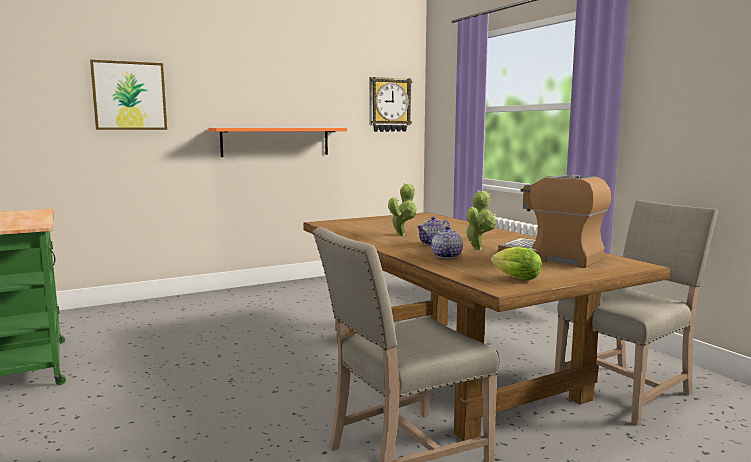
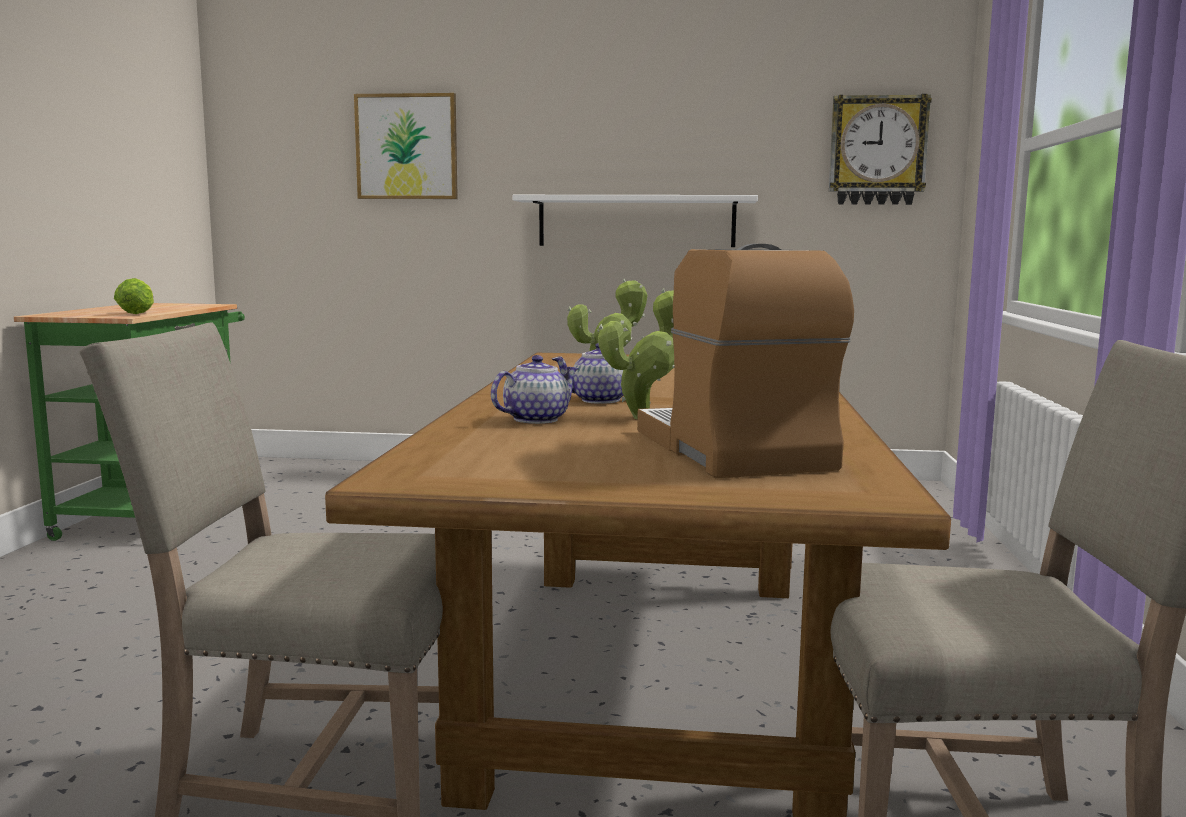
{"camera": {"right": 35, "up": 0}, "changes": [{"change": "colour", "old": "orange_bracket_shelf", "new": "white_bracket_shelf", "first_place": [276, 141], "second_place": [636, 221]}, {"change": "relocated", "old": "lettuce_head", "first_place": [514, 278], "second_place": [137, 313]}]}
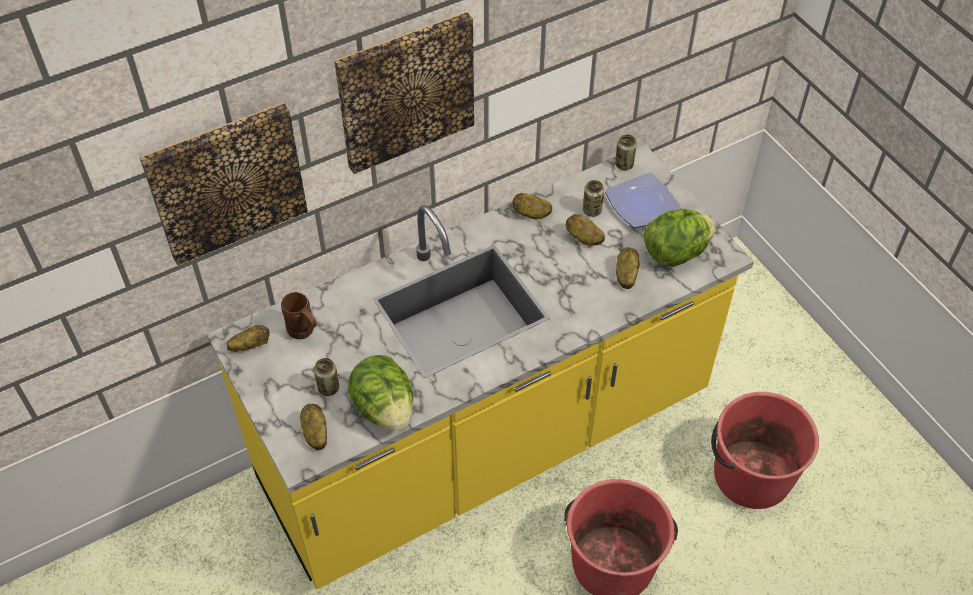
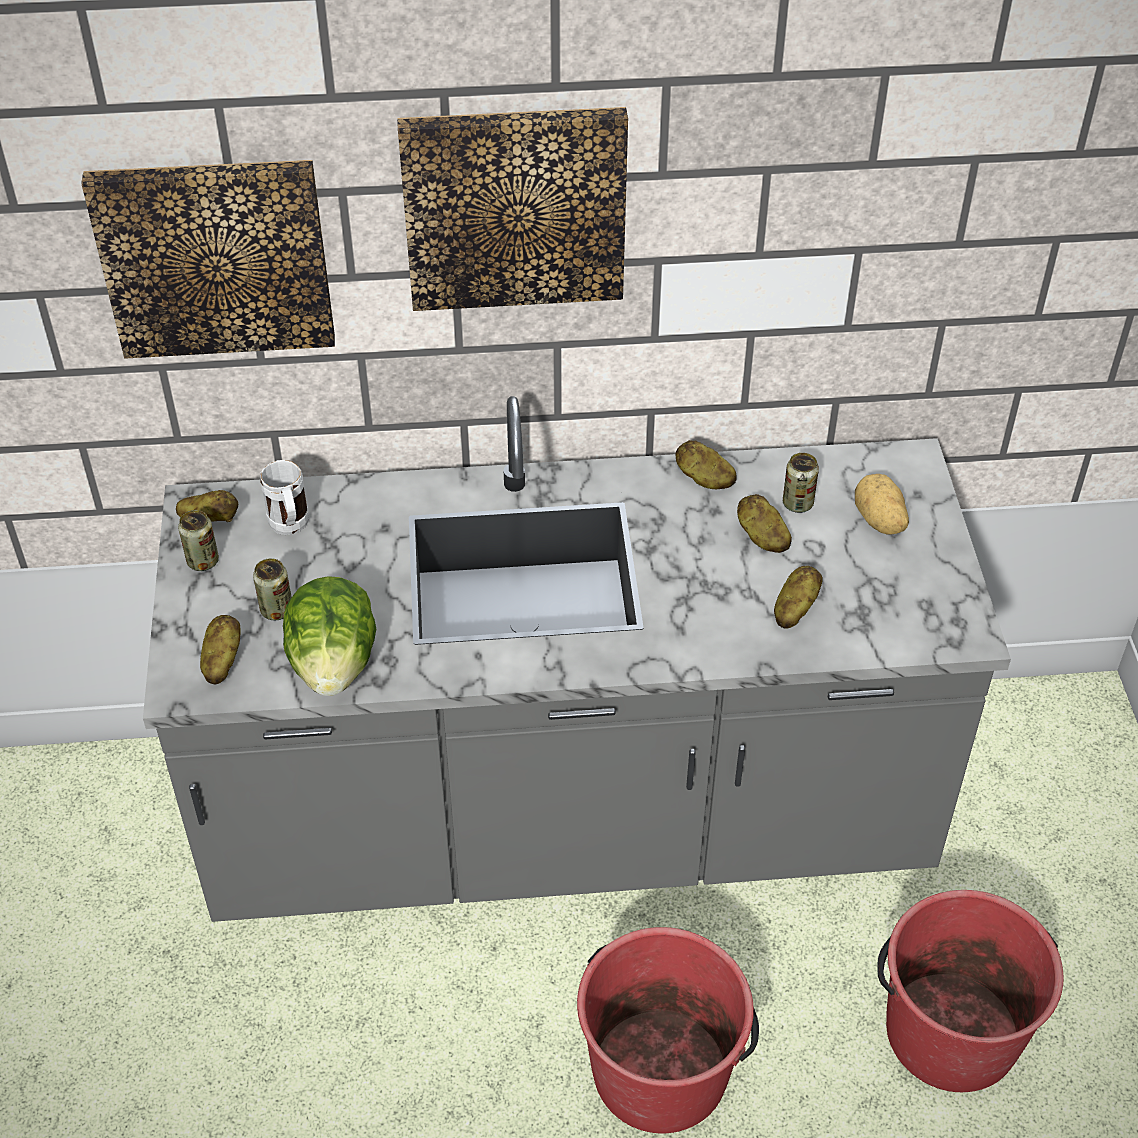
{"camera": {"right": 25, "up": -5}, "changes": [{"change": "colour", "old": "yellowish_kitchen_counter", "new": "gray_kitchen_counter", "first_place": [486, 441], "second_place": [569, 823]}, {"change": "colour", "old": "brownish_mug", "new": "white_mug", "first_place": [304, 333], "second_place": [290, 528]}, {"change": "exchanged", "old": "flat_dish", "new": "potato", "first_place": [641, 205], "second_place": [878, 521]}, {"change": "relocated", "old": "metal_can", "first_place": [624, 165], "second_place": [203, 561]}, {"change": "missing", "old": "lettuce_head", "first_place": [675, 252]}]}
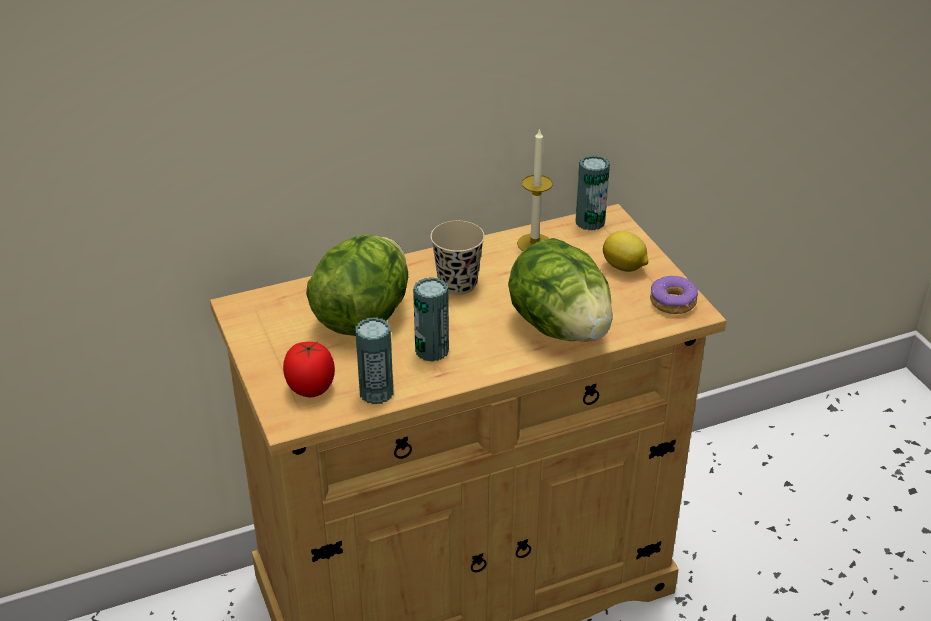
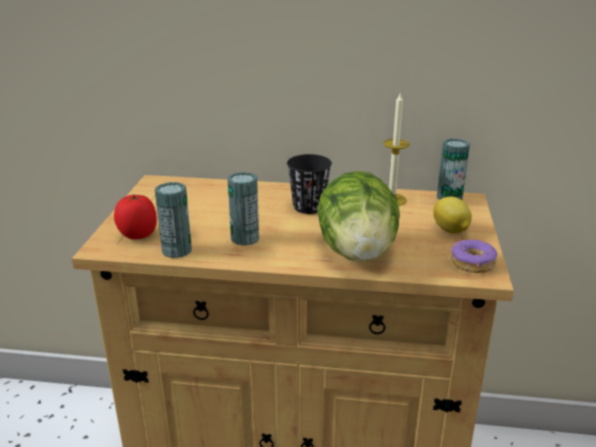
{"camera": {"right": 30, "up": -10}, "changes": [{"change": "missing", "old": "lettuce_head", "first_place": [363, 316]}, {"change": "colour", "old": "beige_small_cup", "new": "blackish_small_cup", "first_place": [457, 284], "second_place": [308, 207]}]}
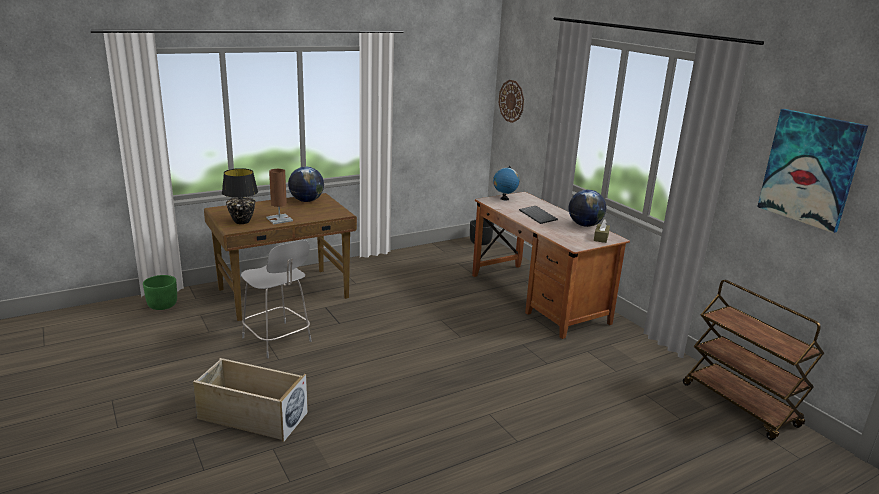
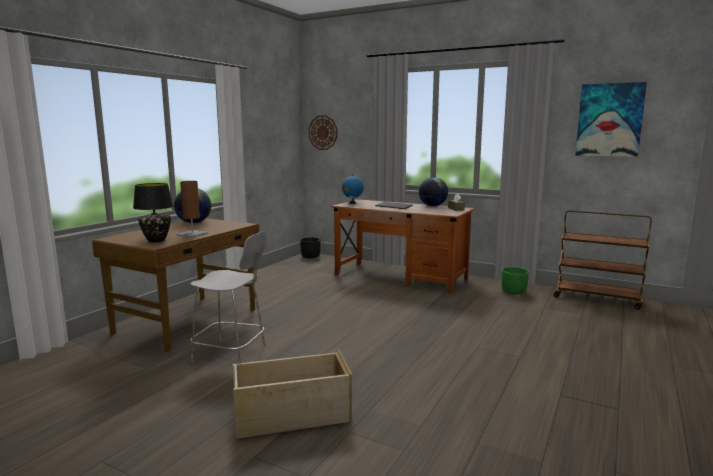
{"camera": {"right": -30, "up": -10}, "changes": [{"change": "relocated", "old": "green_planter", "first_place": [163, 305], "second_place": [513, 292]}]}
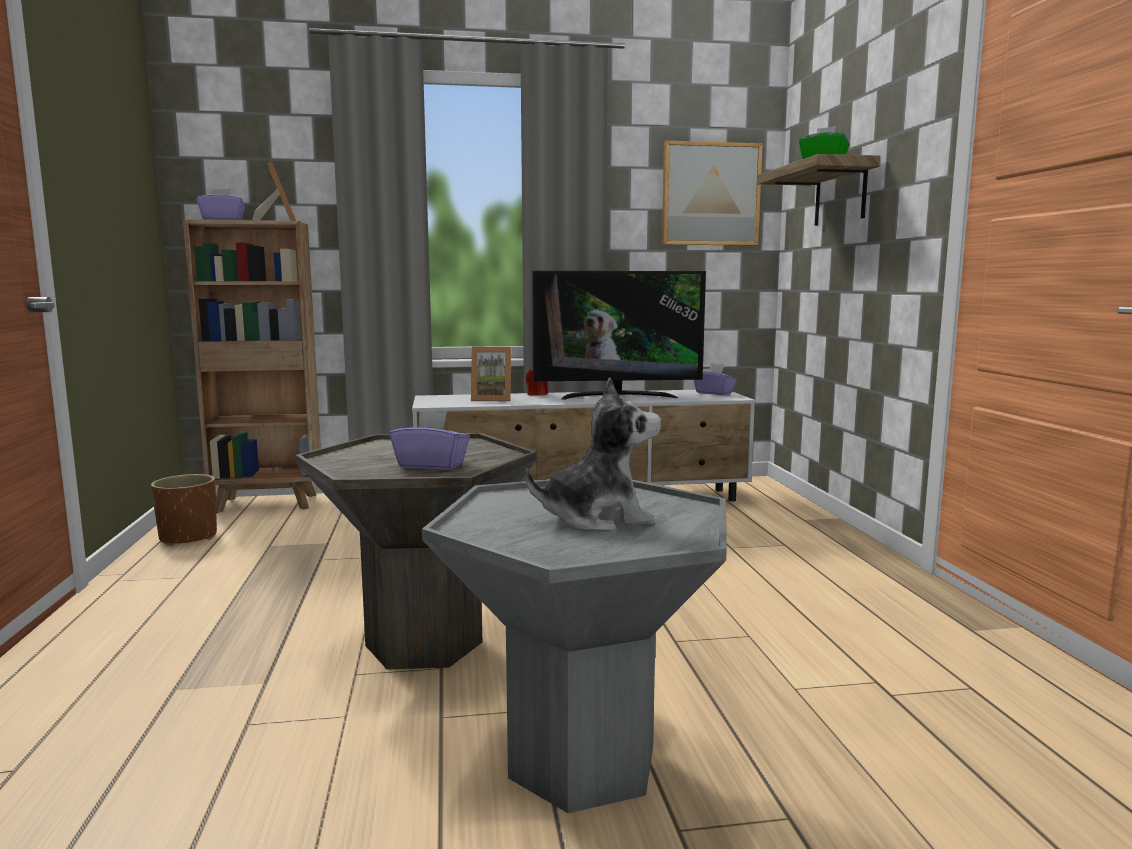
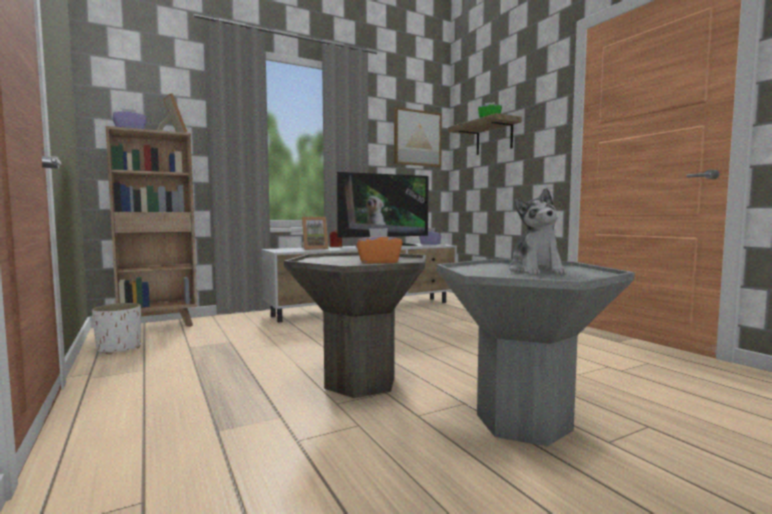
{"camera": {"right": -20, "up": -5}, "changes": [{"change": "colour", "old": "brownish_planter", "new": "white_planter", "first_place": [189, 537], "second_place": [119, 348]}, {"change": "colour", "old": "purple-coloured_tissue_box", "new": "orange_tissue_box", "first_place": [431, 465], "second_place": [378, 262]}, {"change": "spun", "old": "soft_toy", "first_place": [597, 519], "second_place": [535, 271], "degrees": 120}]}
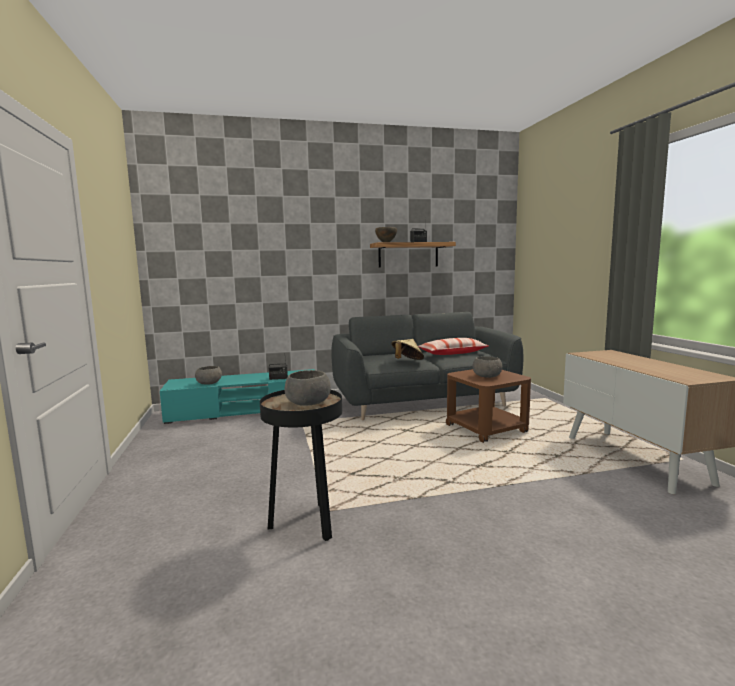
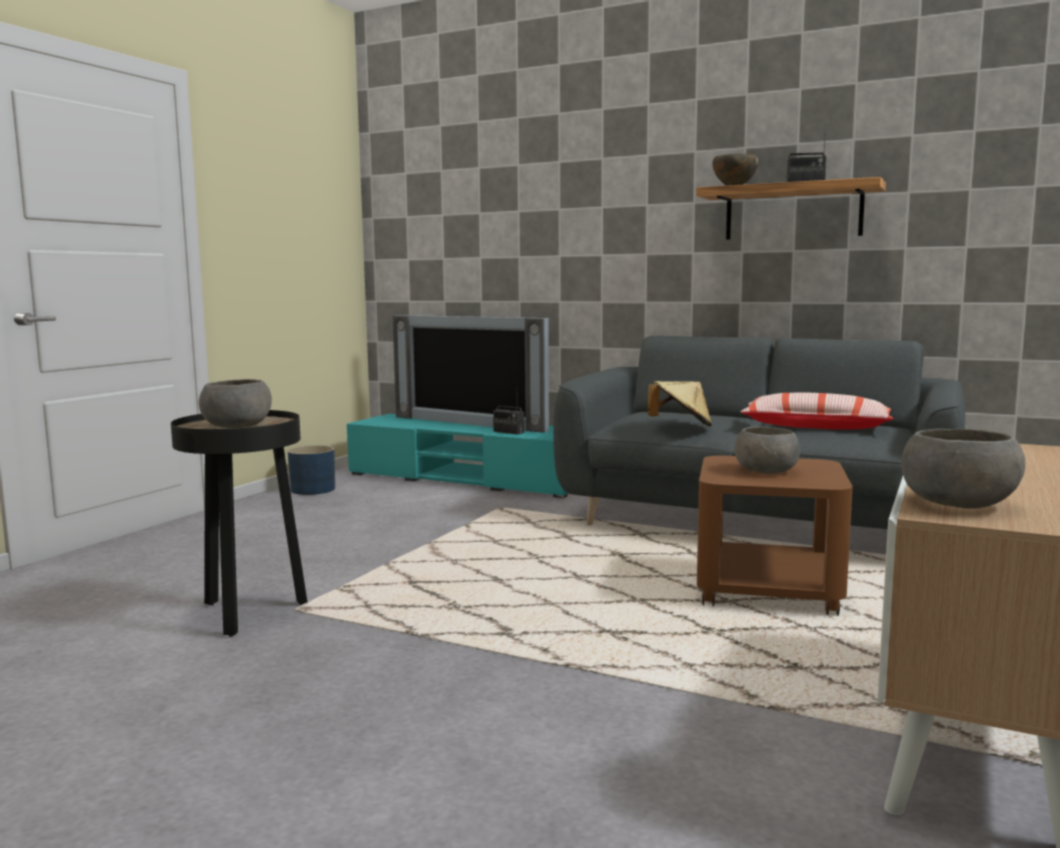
{"camera": {"right": 40, "up": 0}, "changes": [{"change": "relocated", "old": "gray_deep_dish", "first_place": [209, 383], "second_place": [958, 503]}, {"change": "appeared", "new": "blue_planter", "second_place": [313, 489]}, {"change": "appeared", "new": "television", "second_place": [472, 422]}]}
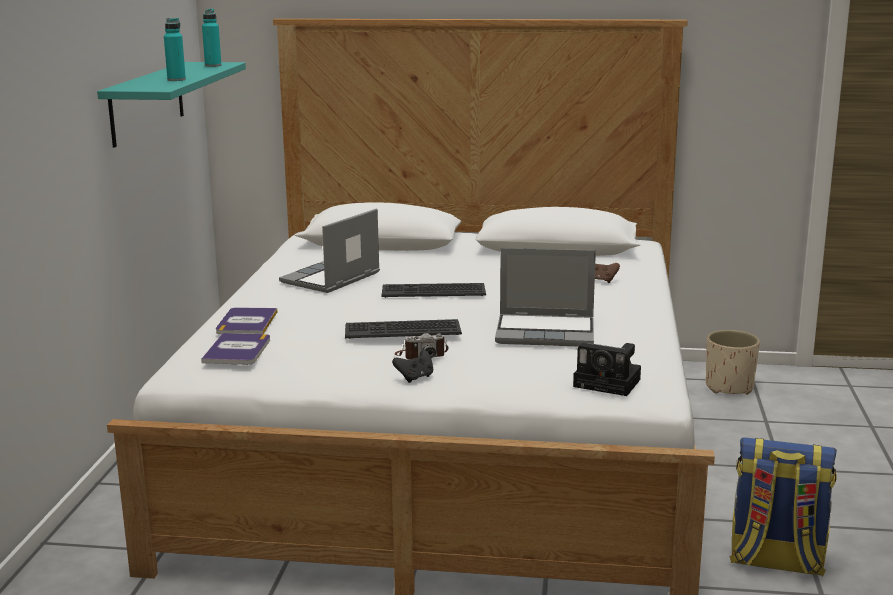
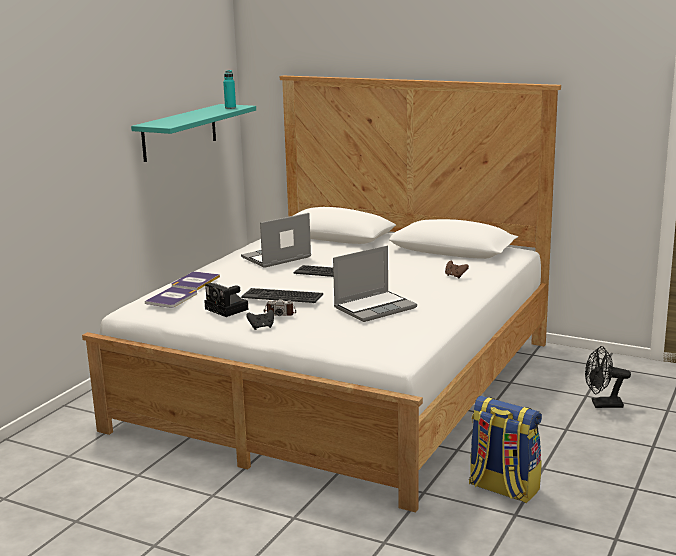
{"camera": {"right": 20, "up": 0}, "changes": [{"change": "missing", "old": "blue-green_drink_bottle", "first_place": [176, 80]}, {"change": "spun", "old": "laptop", "first_place": [546, 332], "second_place": [375, 307], "degrees": -60}, {"change": "relocated", "old": "still_camera", "first_place": [610, 383], "second_place": [228, 309]}, {"change": "missing", "old": "beige_planter", "first_place": [729, 387]}, {"change": "appeared", "new": "blackish_electric_fan", "second_place": [602, 405]}]}
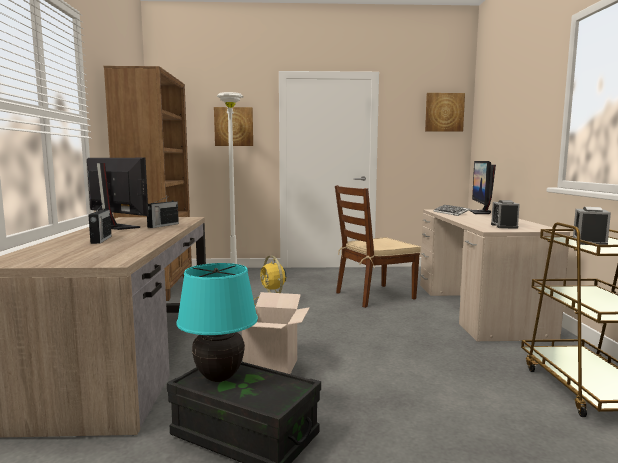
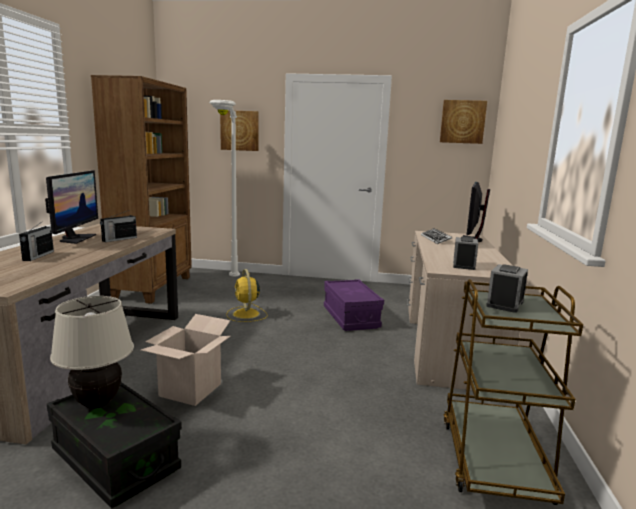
{"camera": {"right": 10, "up": 5}, "changes": [{"change": "spun", "old": "computer_screen", "first_place": [116, 227], "second_place": [75, 238], "degrees": 45}, {"change": "colour", "old": "blue-green_lamp_for_a_table", "new": "beige_lamp_for_a_table", "first_place": [219, 377], "second_place": [97, 403]}, {"change": "exchanged", "old": "brownish_upright_chair", "new": "purple-coloured_storage_bin", "first_place": [374, 296], "second_place": [351, 317]}]}
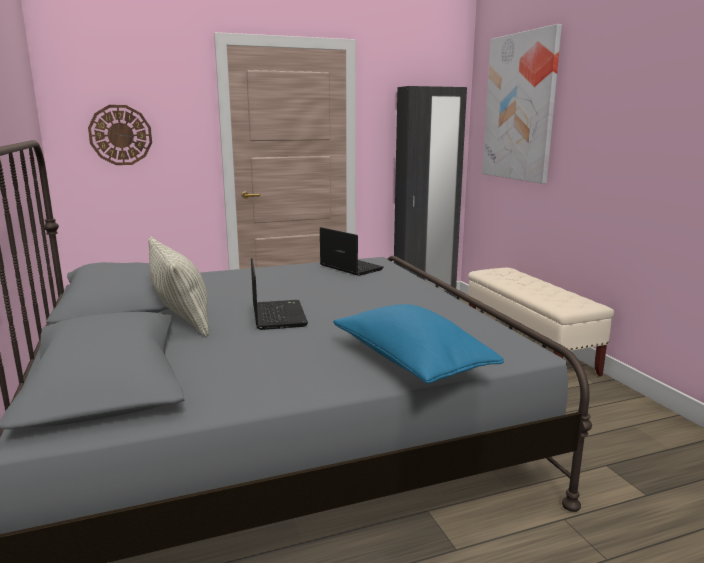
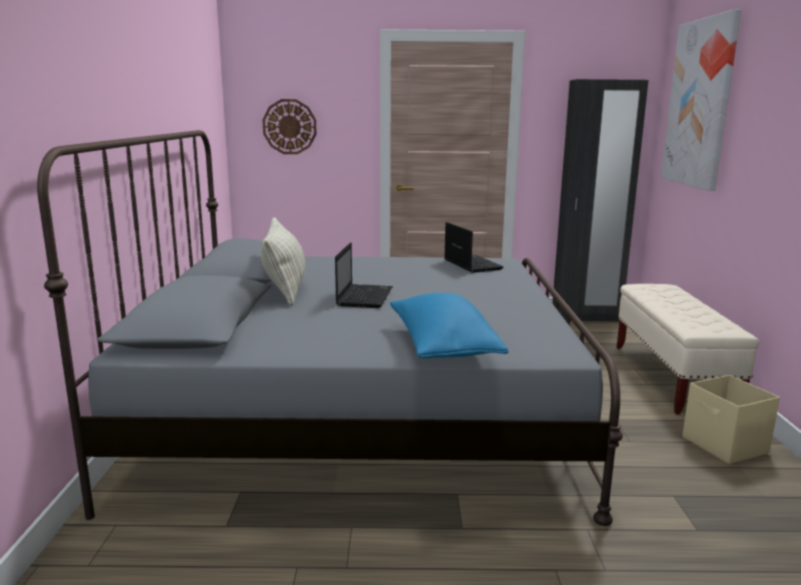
{"camera": {"right": 20, "up": 0}, "changes": [{"change": "appeared", "new": "beige_storage_bin", "second_place": [725, 446]}]}
